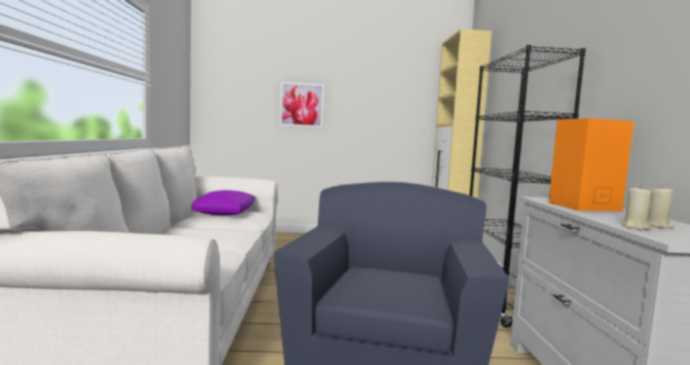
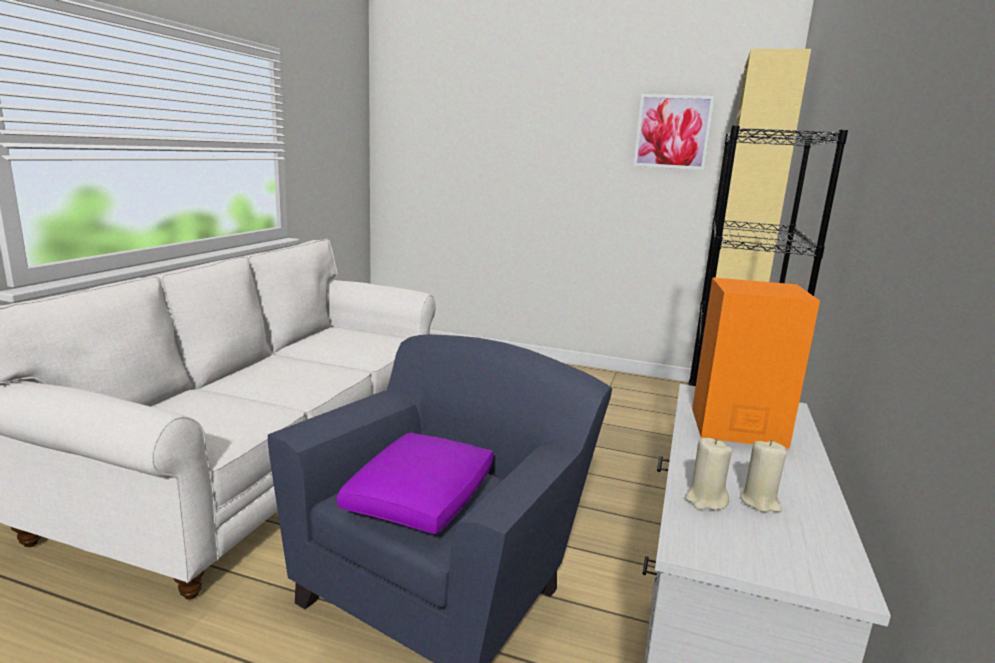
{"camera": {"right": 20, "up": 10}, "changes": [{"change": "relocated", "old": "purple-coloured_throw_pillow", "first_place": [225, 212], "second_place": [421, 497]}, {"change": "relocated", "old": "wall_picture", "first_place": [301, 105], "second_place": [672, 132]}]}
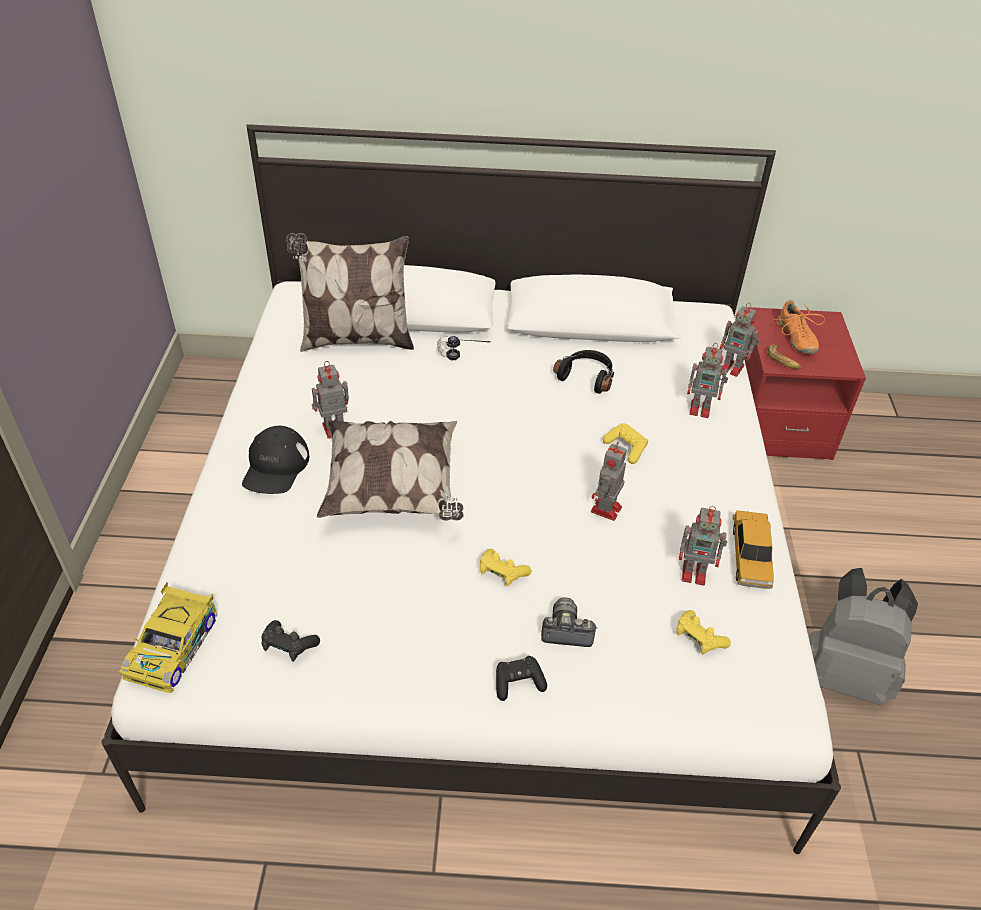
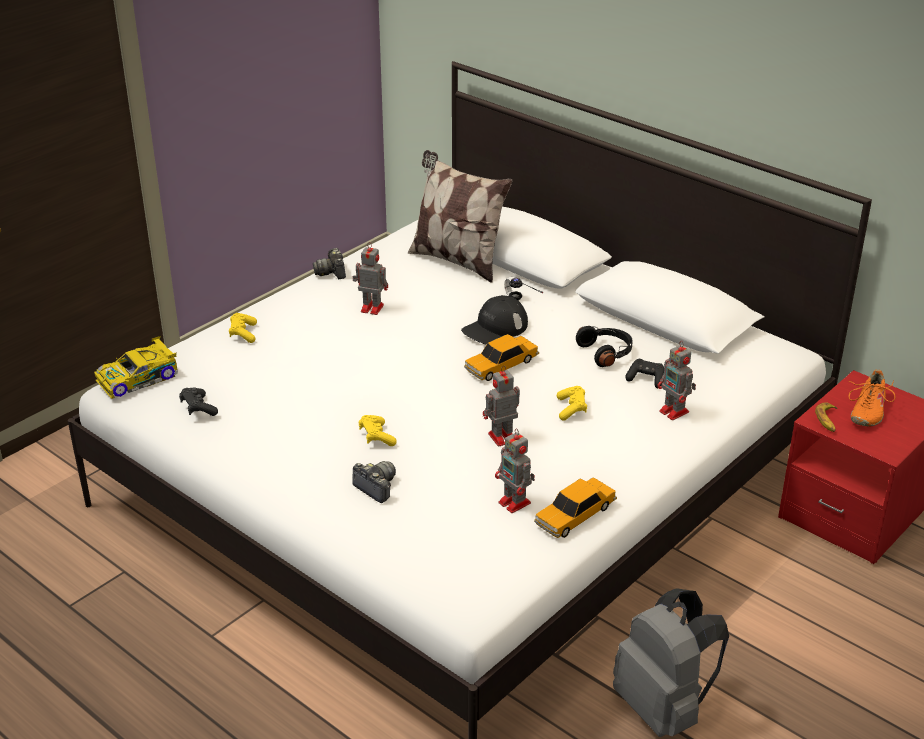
{"camera": {"right": 40, "up": -10}, "changes": [{"change": "relocated", "old": "blackish_peaked_cap", "first_place": [275, 467], "second_place": [495, 328]}, {"change": "missing", "old": "throw_pillow", "first_place": [393, 491]}, {"change": "relocated", "old": "blackish_game_controller", "first_place": [518, 683], "second_place": [646, 379]}, {"change": "relocated", "old": "yellowish_game_controller", "first_place": [698, 639], "second_place": [243, 334]}, {"change": "missing", "old": "model_robot", "first_place": [733, 368]}, {"change": "appeared", "new": "still_camera", "second_place": [331, 272]}, {"change": "appeared", "new": "model_car", "second_place": [501, 365]}]}
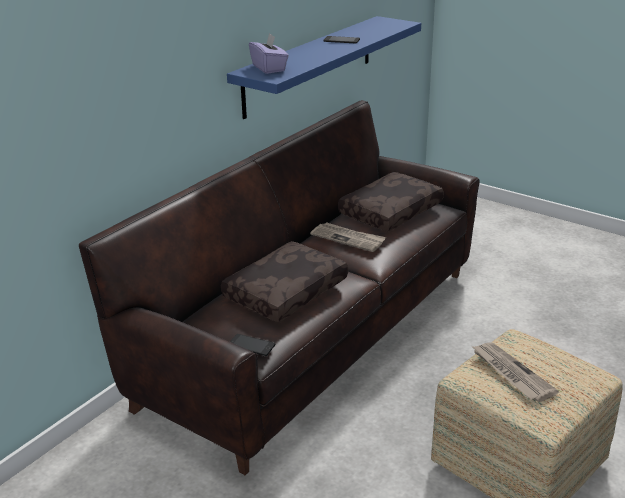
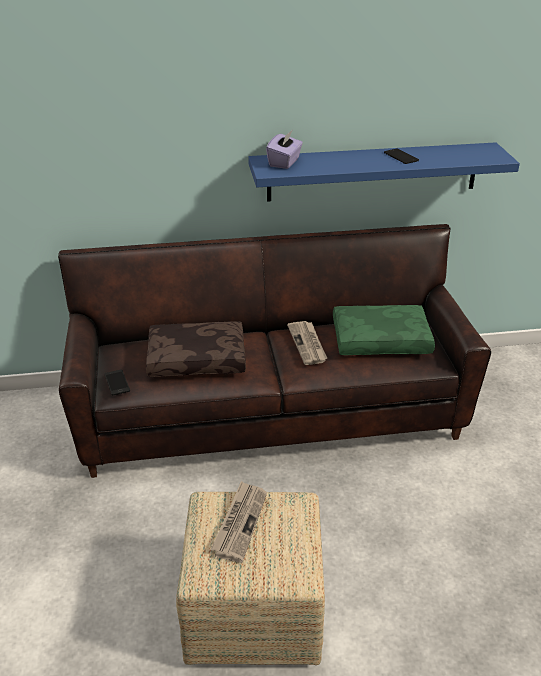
{"camera": {"right": 45, "up": 5}, "changes": [{"change": "colour", "old": "brownish_throw_pillow", "new": "green_throw_pillow", "first_place": [390, 211], "second_place": [381, 339]}]}
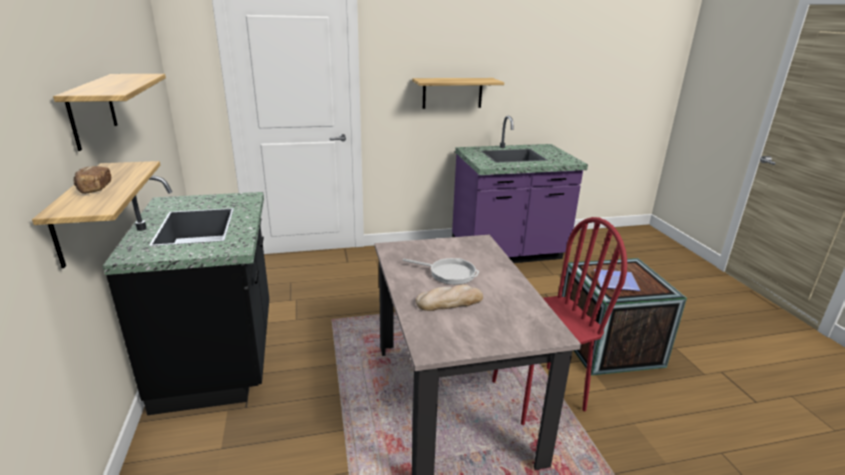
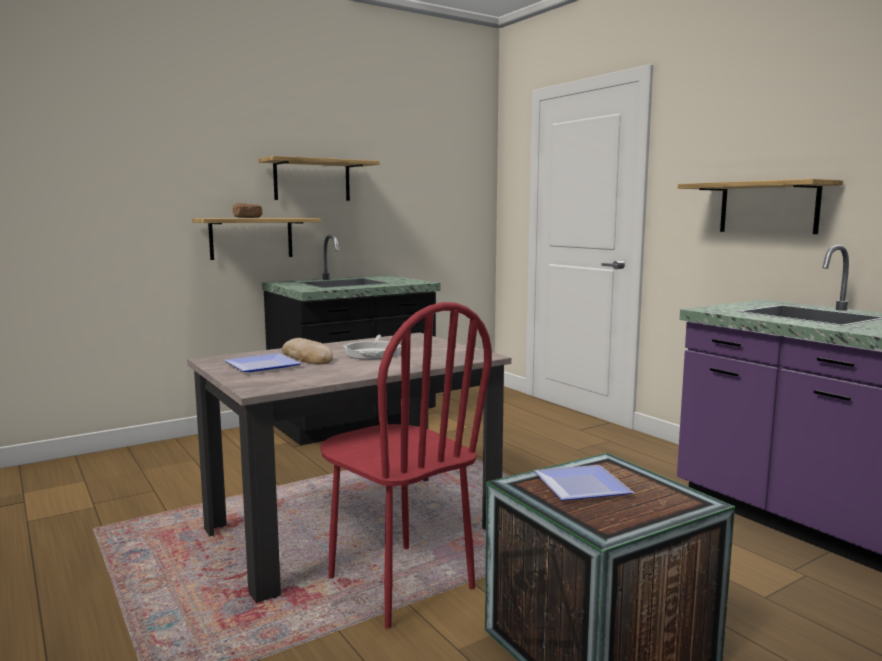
{"camera": {"right": 70, "up": -15}, "changes": [{"change": "appeared", "new": "flat_dish", "second_place": [265, 366]}]}
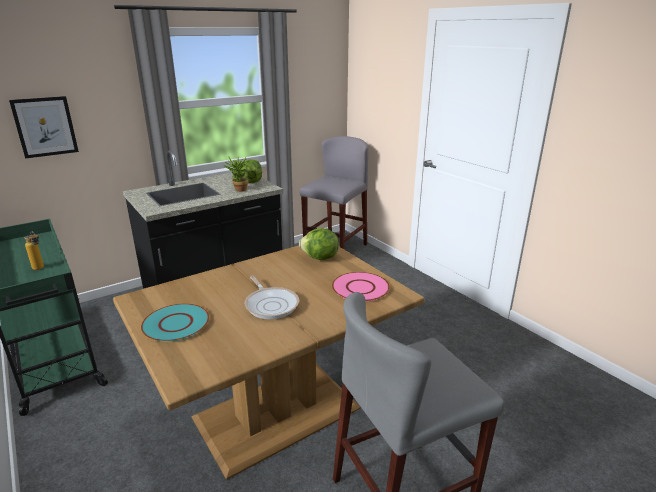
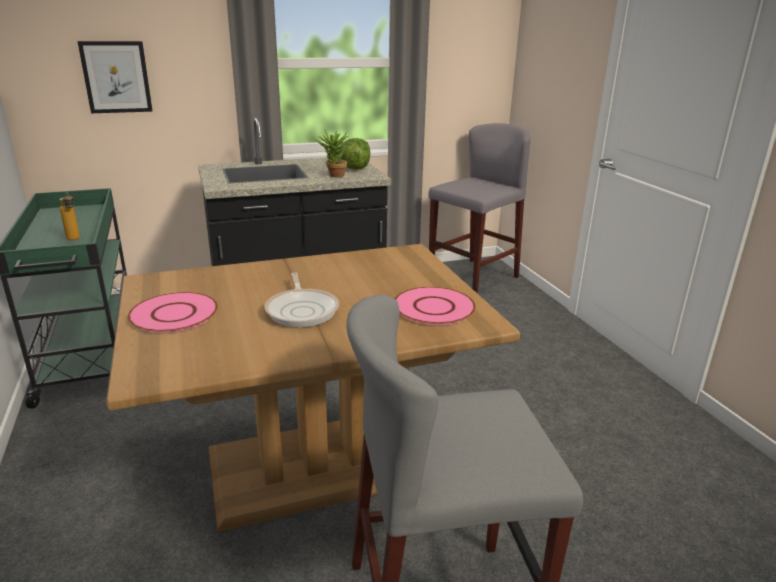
{"camera": {"right": 15, "up": 0}, "changes": [{"change": "colour", "old": "blue-green_flat_dish", "new": "pink-coloured_flat_dish", "first_place": [176, 324], "second_place": [174, 314]}, {"change": "missing", "old": "lettuce_head", "first_place": [320, 258]}]}
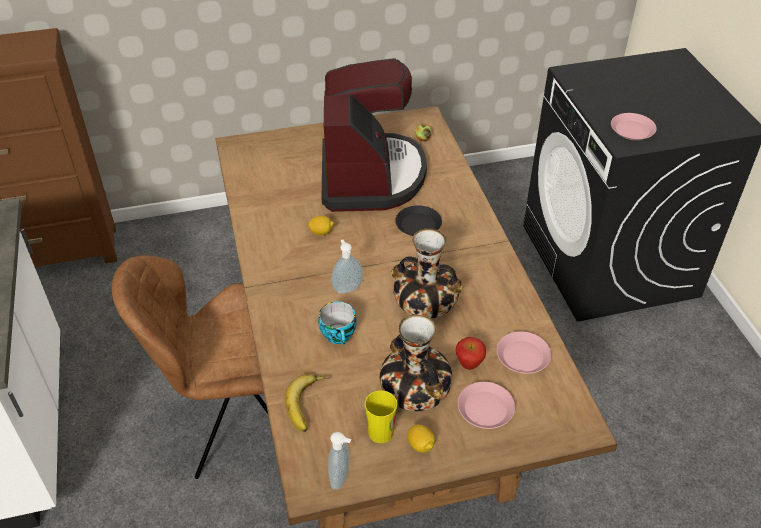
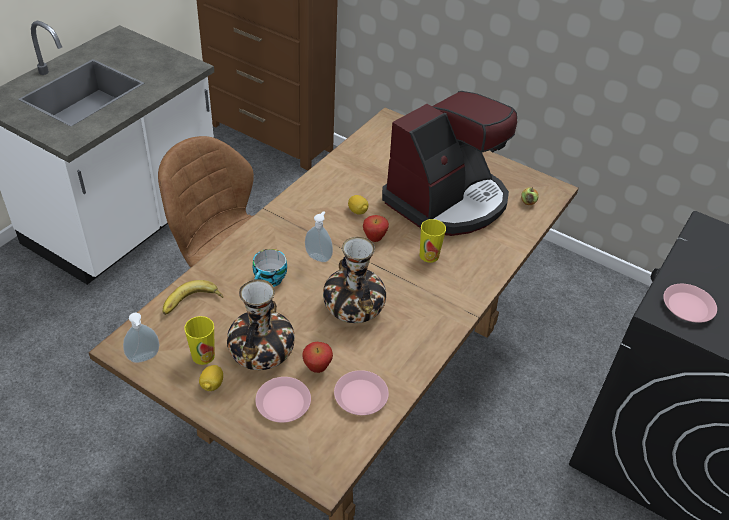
{"camera": {"right": 45, "up": 0}, "changes": [{"change": "exchanged", "old": "blackish_flat_dish", "new": "small_cup", "first_place": [418, 225], "second_place": [429, 255]}, {"change": "appeared", "new": "apple", "second_place": [374, 239]}]}
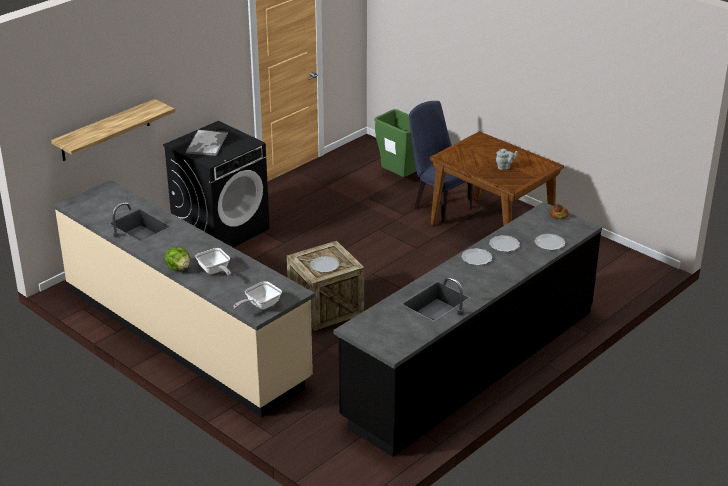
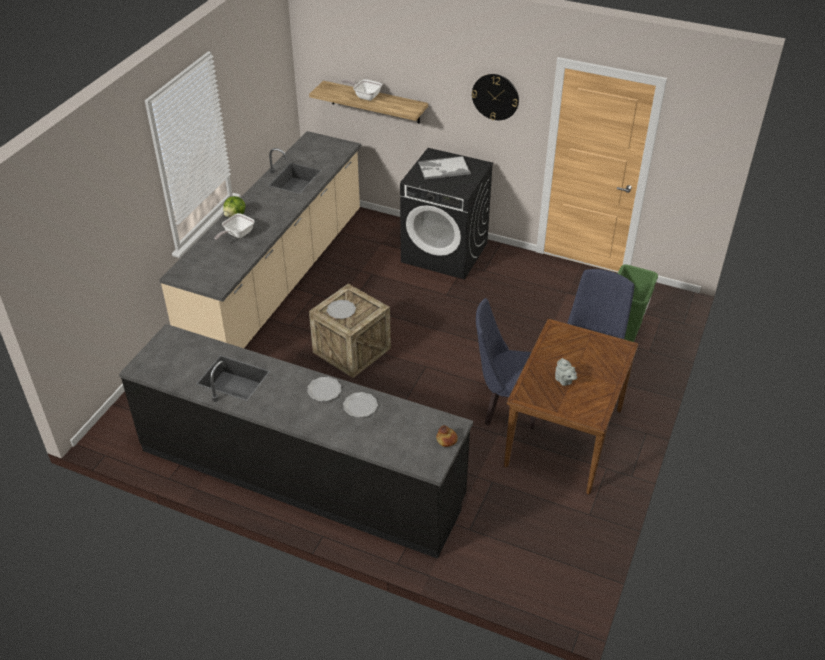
{"camera": {"right": 70, "up": 10}, "changes": [{"change": "relocated", "old": "skillet", "first_place": [260, 305], "second_place": [365, 96]}, {"change": "missing", "old": "flat_dish", "first_place": [549, 243]}, {"change": "appeared", "new": "wall_clock", "second_place": [495, 97]}, {"change": "appeared", "new": "blue_upright_chair", "second_place": [505, 408]}]}
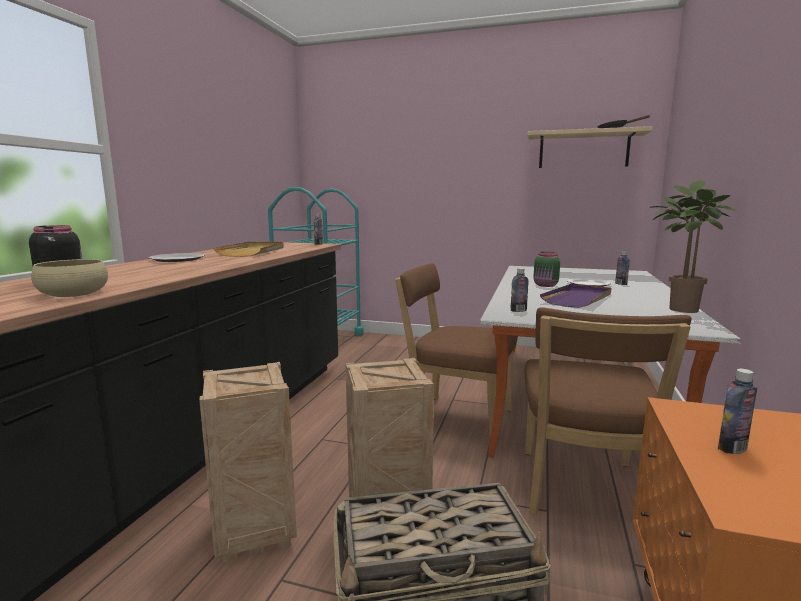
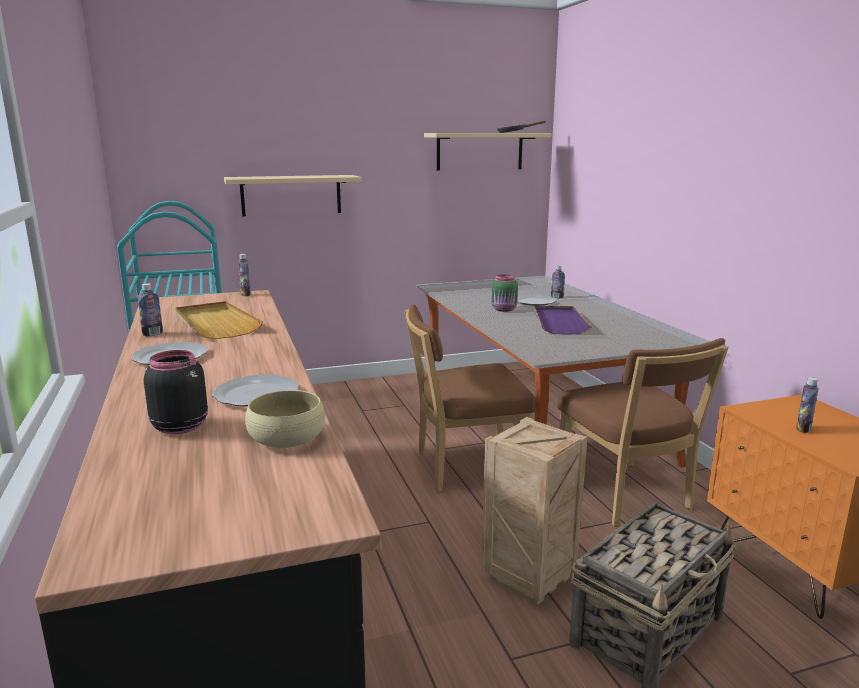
{"camera": {"right": -35, "up": 5}, "changes": [{"change": "missing", "old": "crate", "first_place": [253, 534]}, {"change": "relocated", "old": "drink_bottle", "first_place": [518, 310], "second_place": [152, 334]}, {"change": "missing", "old": "houseplant", "first_place": [678, 309]}, {"change": "appeared", "new": "flat_dish", "second_place": [257, 395]}, {"change": "appeared", "new": "beige_bracket_shelf", "second_place": [291, 195]}]}
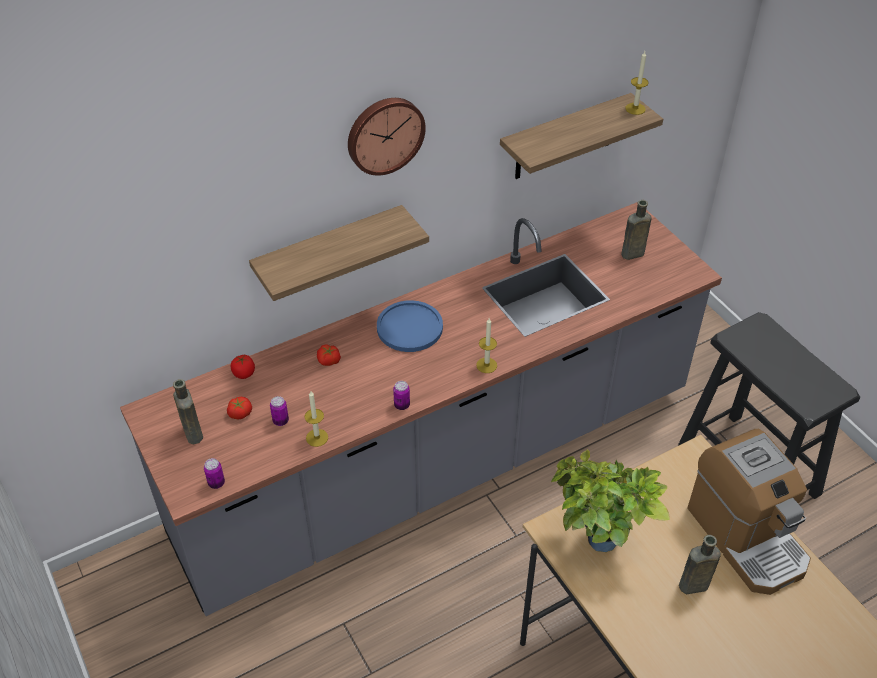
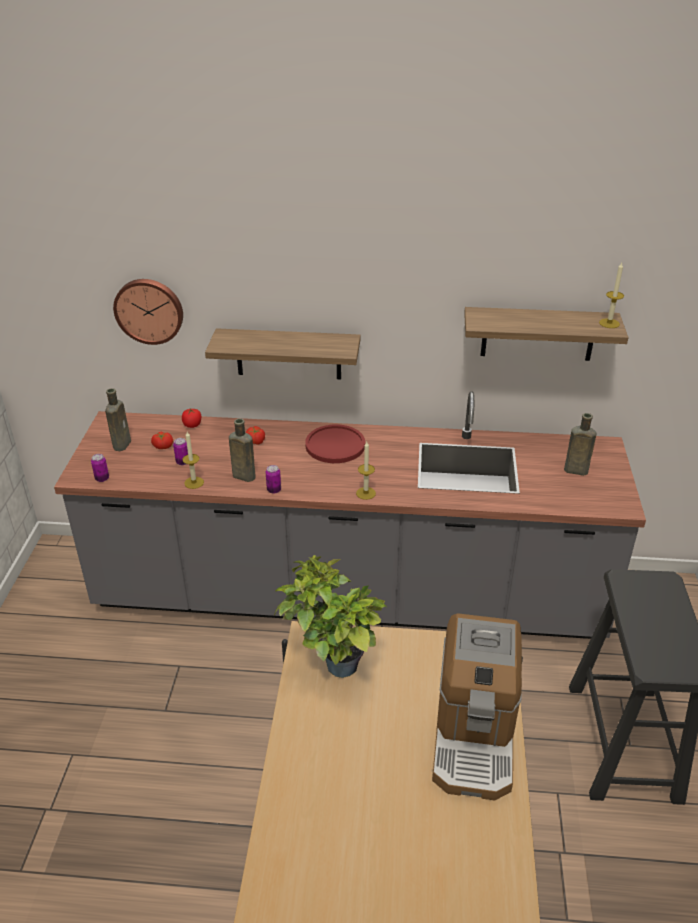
{"camera": {"right": 35, "up": -10}, "changes": [{"change": "relocated", "old": "wall_clock", "first_place": [384, 134], "second_place": [149, 310]}, {"change": "colour", "old": "blue_flat_dish", "new": "red_flat_dish", "first_place": [409, 327], "second_place": [335, 445]}, {"change": "relocated", "old": "brownish_drink_bottle", "first_place": [691, 586], "second_place": [242, 476]}]}
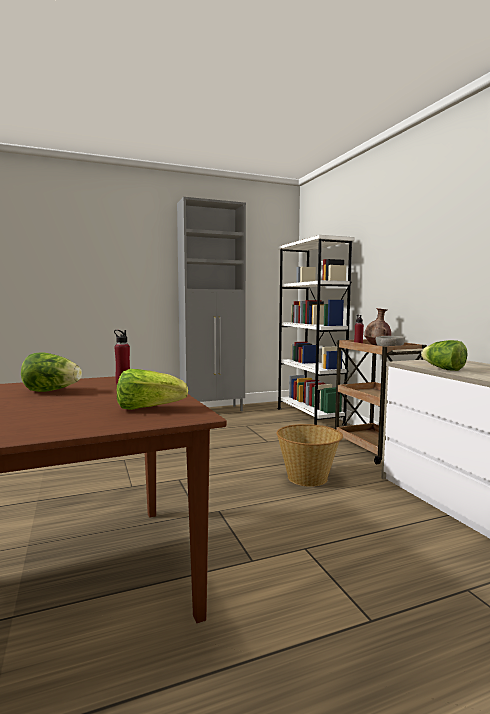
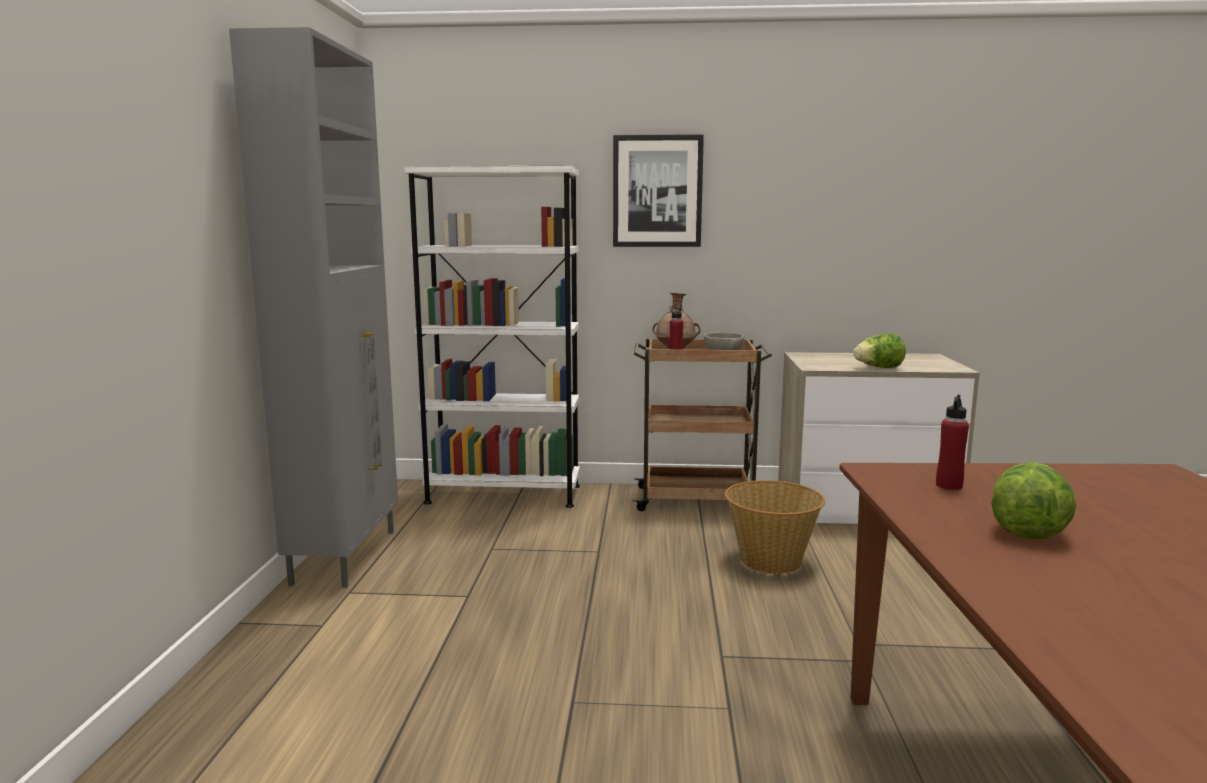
{"camera": {"right": -65, "up": 5}, "changes": [{"change": "missing", "old": "lettuce_head", "first_place": [148, 408]}, {"change": "appeared", "new": "wall_picture", "second_place": [657, 191]}]}
